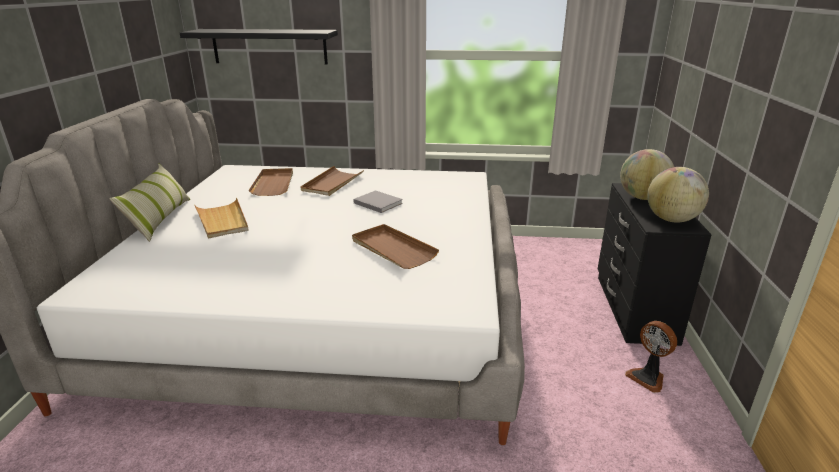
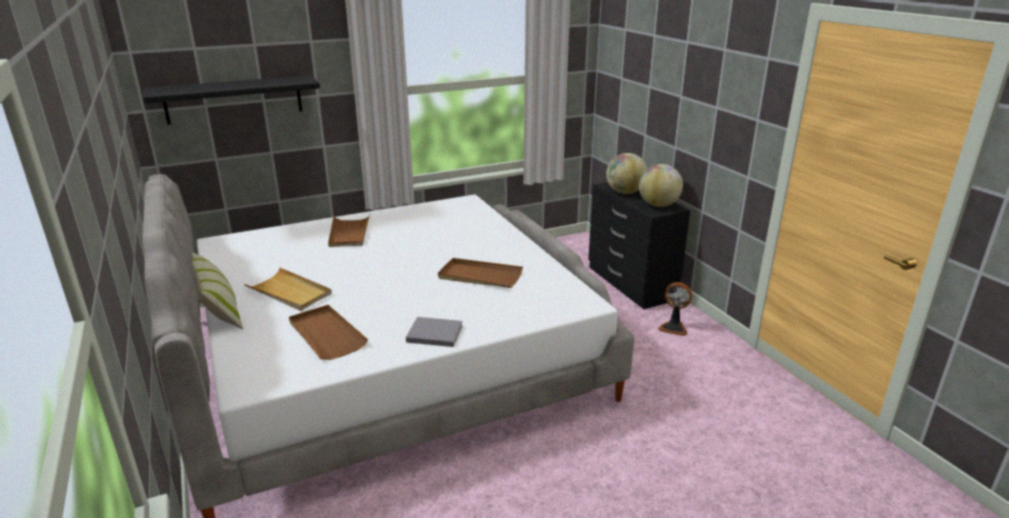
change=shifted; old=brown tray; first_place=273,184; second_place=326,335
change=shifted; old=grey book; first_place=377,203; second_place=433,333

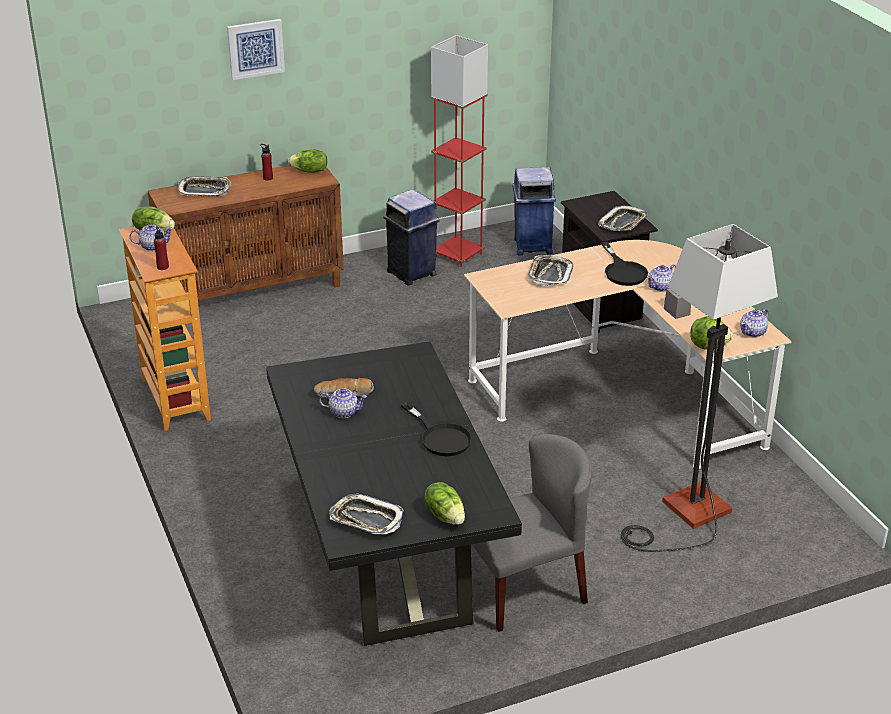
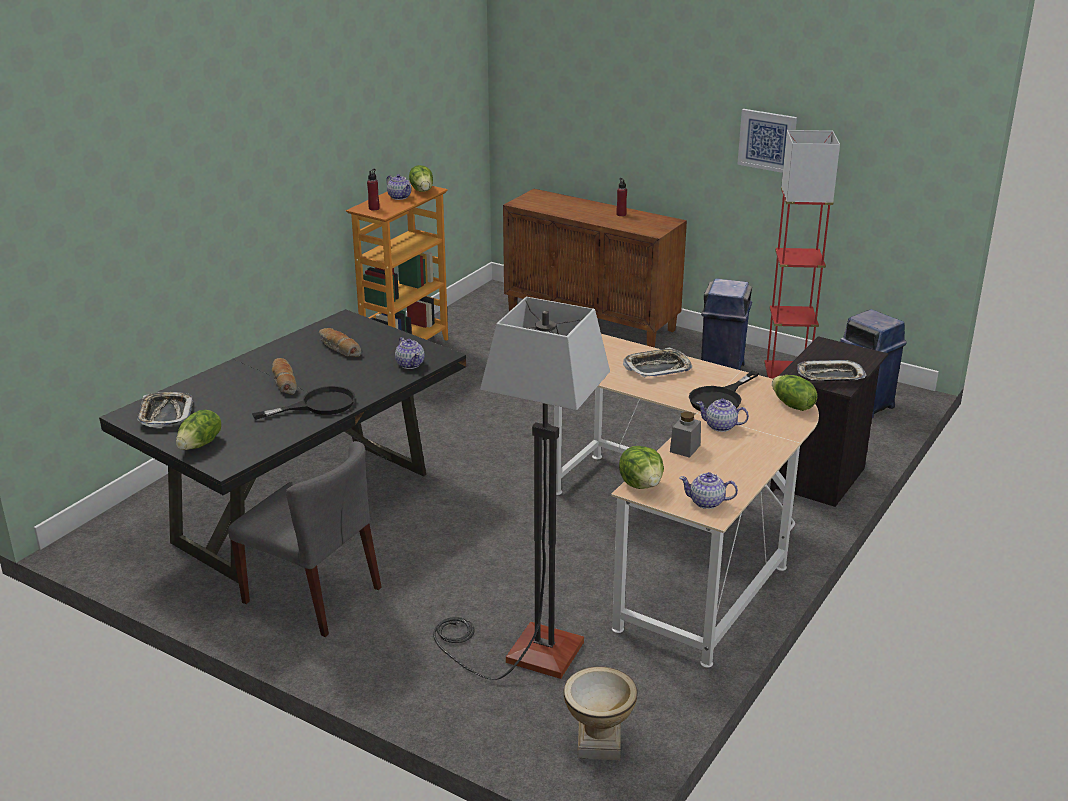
change=gone; old=tray; first_place=204,190
change=shifted; old=picture; first_place=255,48; second_place=767,140
change=shifted; old=lettuce; first_place=309,171; second_place=792,405
change=shifted; old=teapot; first_place=343,412; second_place=410,364
change=rotated; old=black frying pan; first_place=440,437; second_place=318,405; degrees=-135
change=new; new=bread; second_place=284,382
change=new; new=vase; second_place=598,744

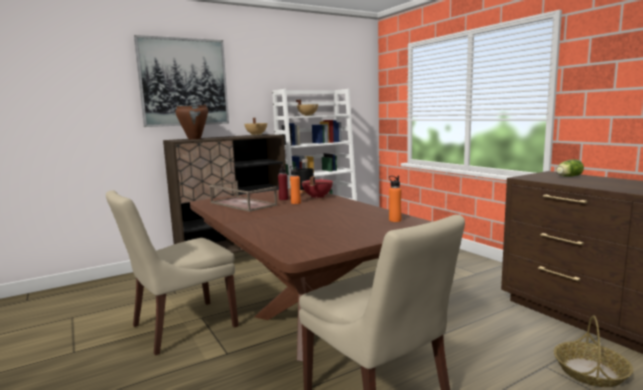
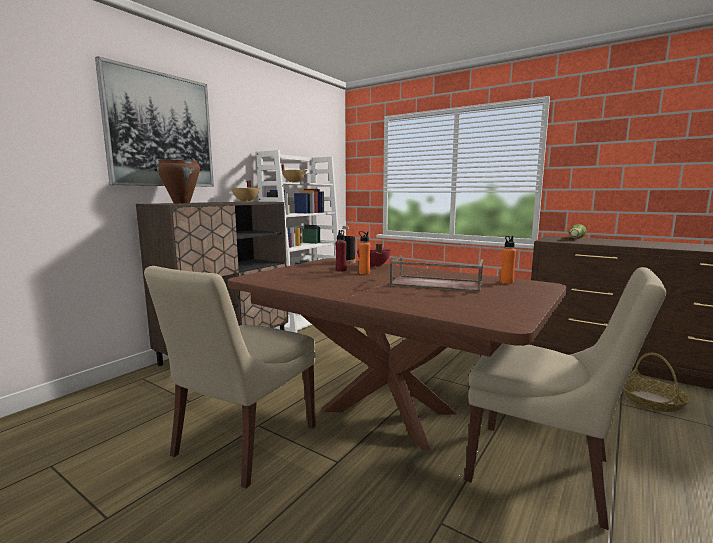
change=shifted; old=brown tray; first_place=242,204; second_place=435,284

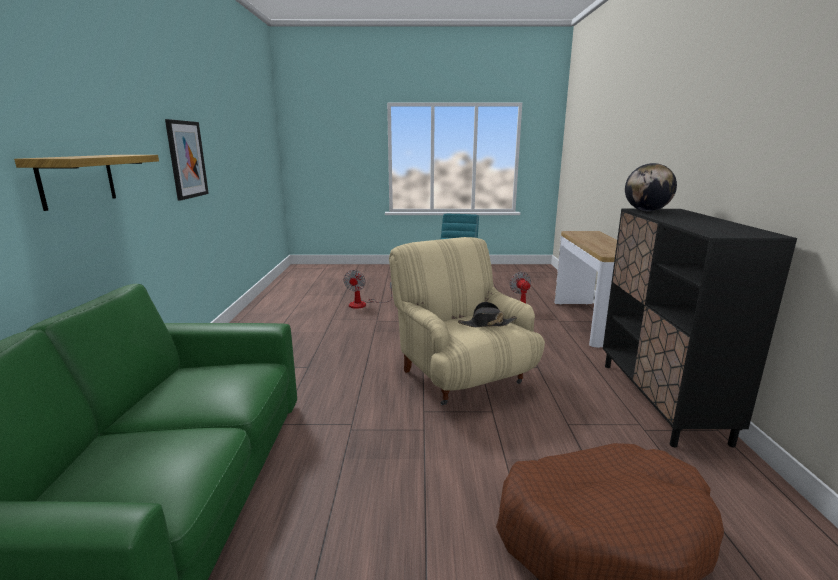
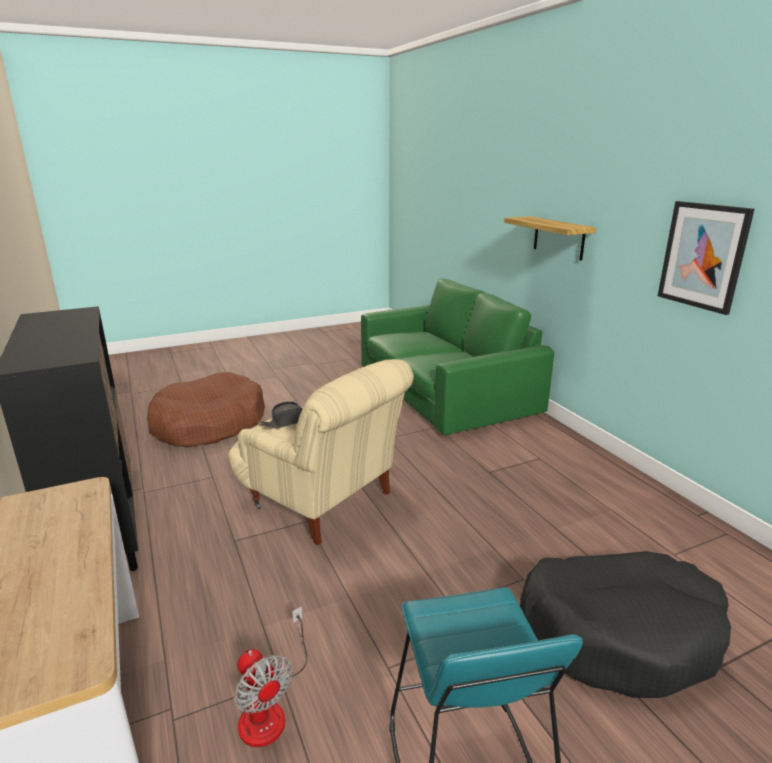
change=swapped; old=fan; new=black dog bed; first_place=363,304; second_place=618,633
change=gone; old=globe; first_place=646,211

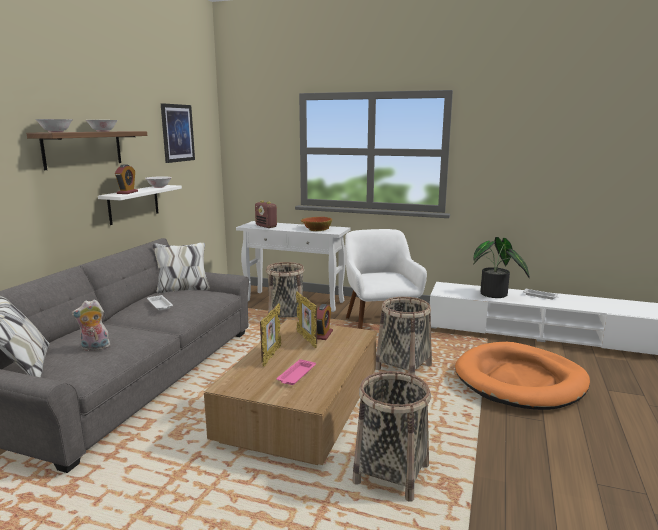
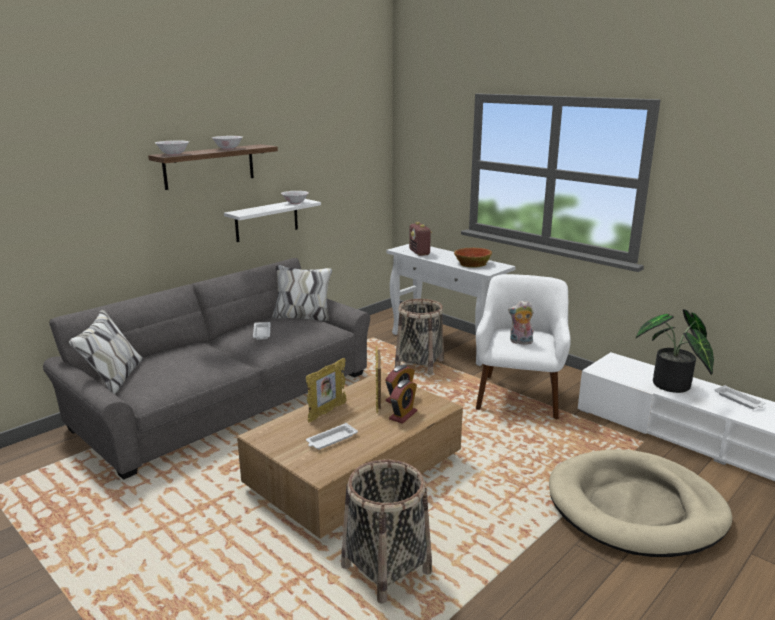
change=shifted; old=plush toy; first_place=94,348; second_place=520,342
change=shifted; old=alarm clock; first_place=127,192; second_place=403,415
change=gone; old=picture; first_place=177,133
change=repainted; old=pink tray; new=white tray; first_place=296,375; second_place=331,440
change=gone; old=basket; first_place=403,367
change=repainted; old=orange dog bed; new=beige dog bed; first_place=520,380; second_place=635,508

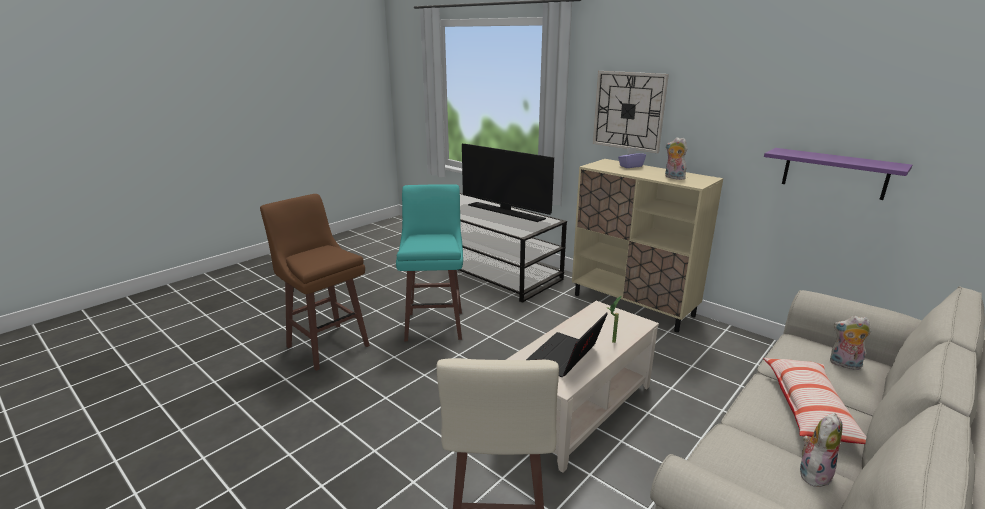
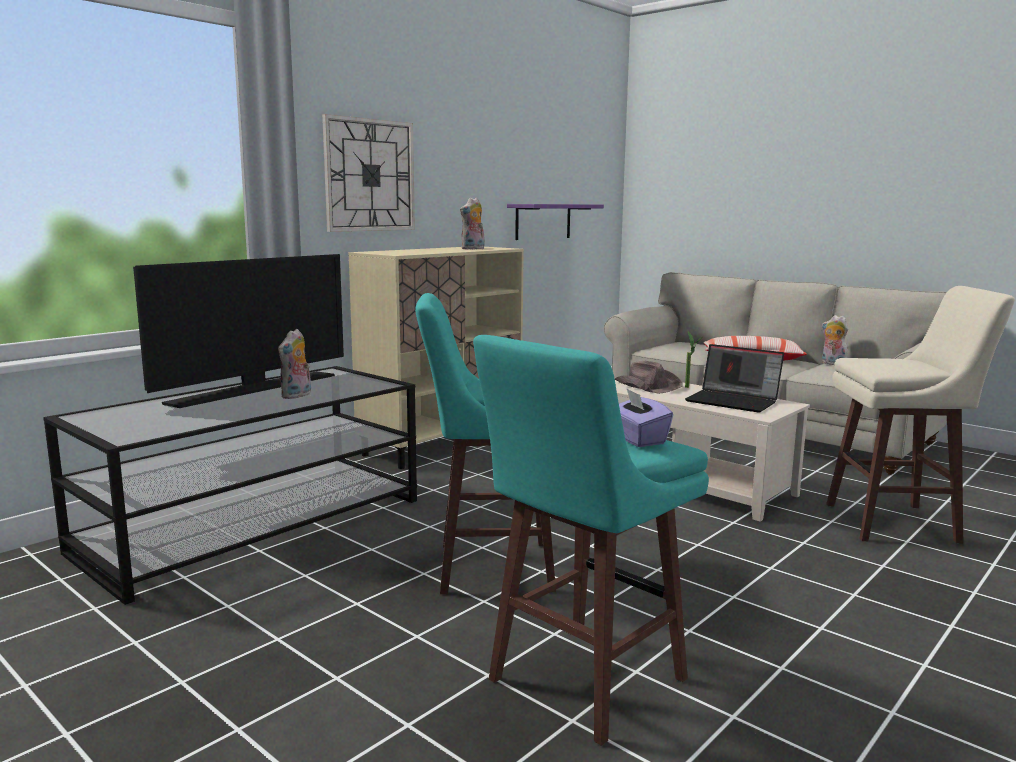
change=repainted; old=brown stool; new=turquoise stool; first_place=327,345; second_place=582,681
change=shifted; old=purple tissue box; first_place=630,166; second_place=636,439
change=shifted; old=plush toy; first_place=844,365; second_place=297,396
change=new; new=brown hat; second_place=647,386

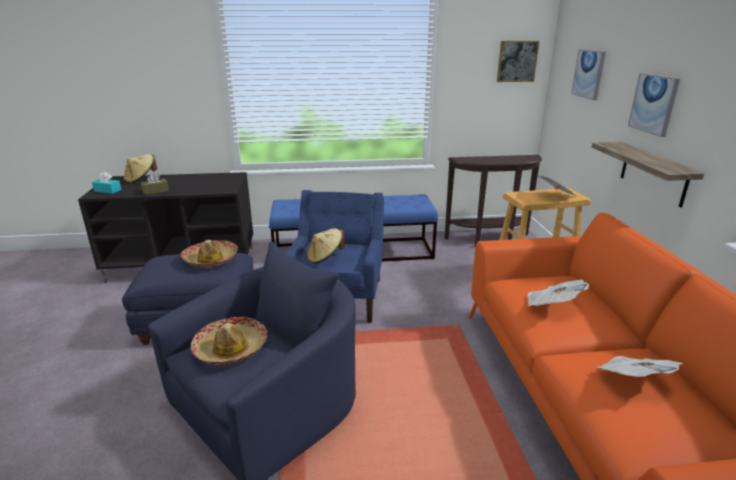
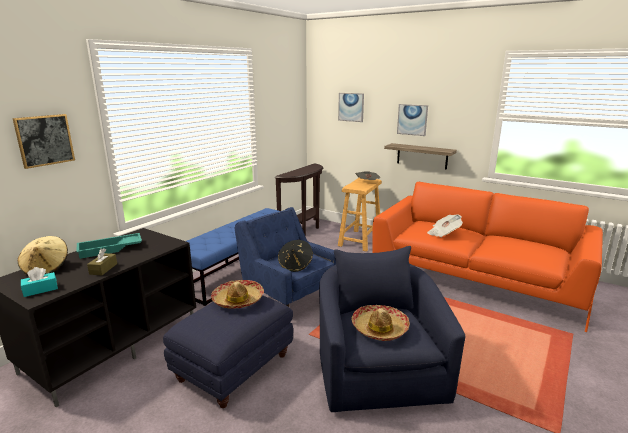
change=repainted; old=beige hat; new=black hat; first_place=325,258; second_place=295,265
change=shifted; old=picture; first_place=517,61; second_place=44,140
change=gone; old=newspaper; first_place=633,380
change=new; new=turquoise tray; second_place=110,249

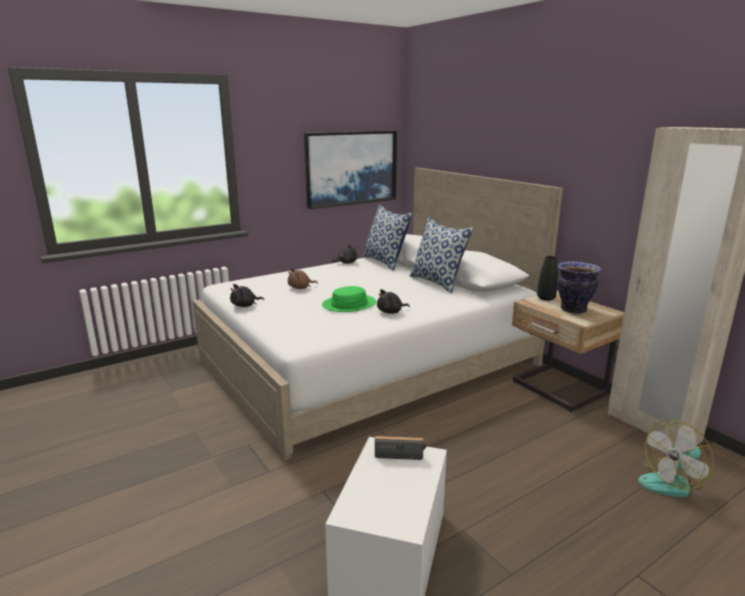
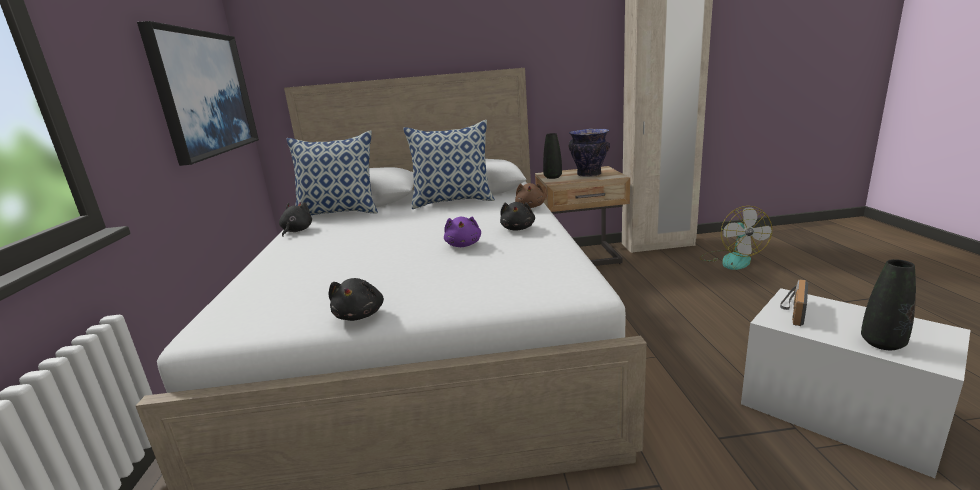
change=shifted; old=brown plush toy; first_place=300,288; second_place=530,206
change=swapped; old=green hat; new=purple plush toy; first_place=349,304; second_place=463,245
change=new; new=black vase; second_place=882,343

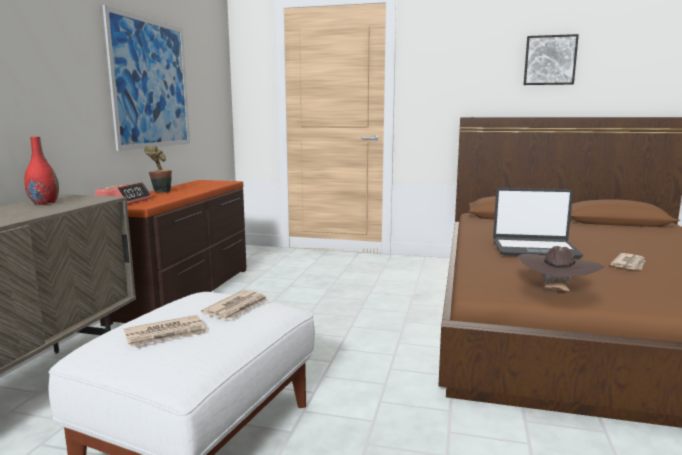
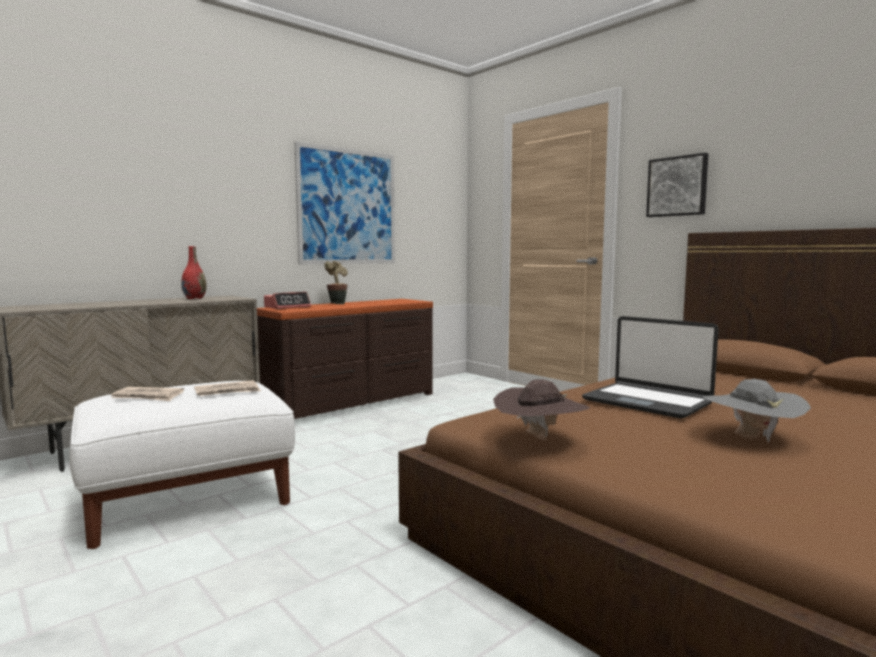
change=shifted; old=picture; first_place=549,60; second_place=677,186
change=swapped; old=newspaper; new=grey hat; first_place=629,264; second_place=751,439

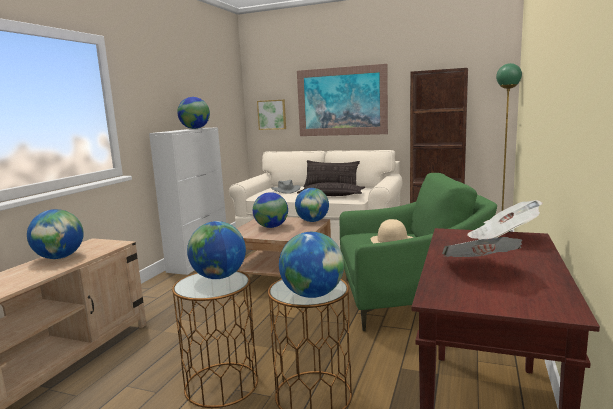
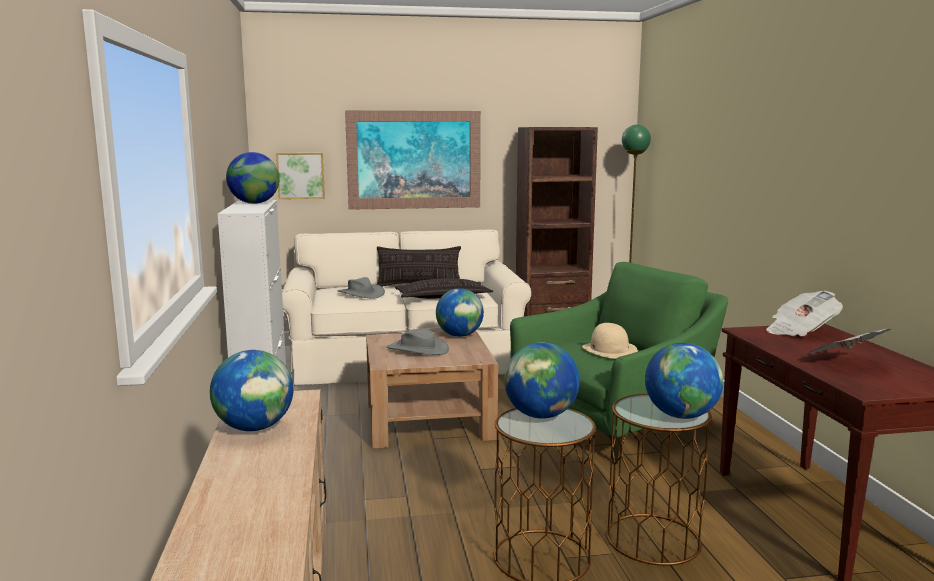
change=swapped; old=globe; new=grey hat; first_place=271,227; second_place=417,349

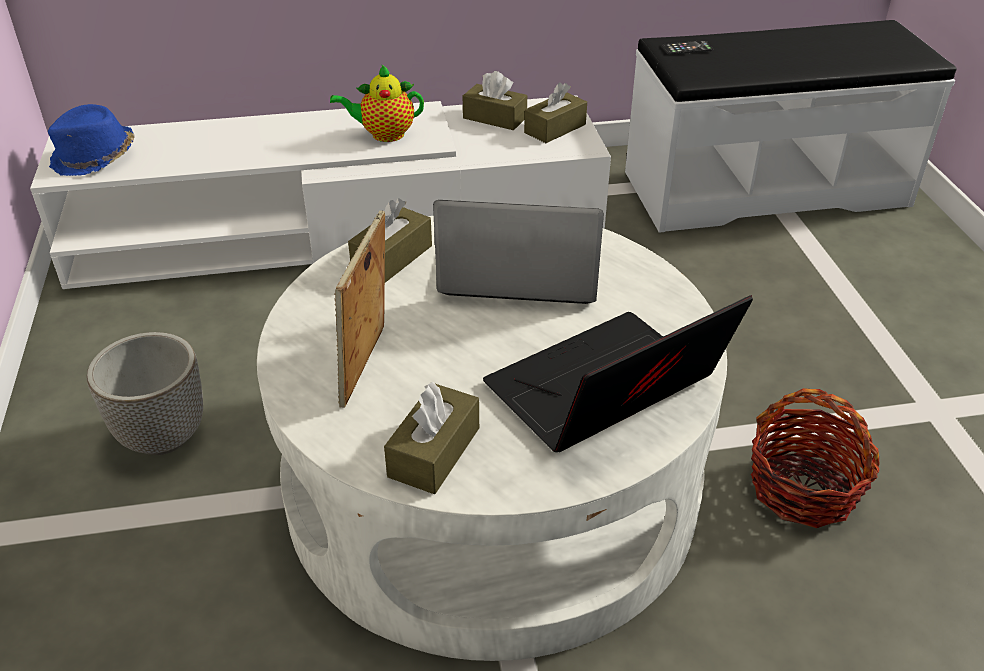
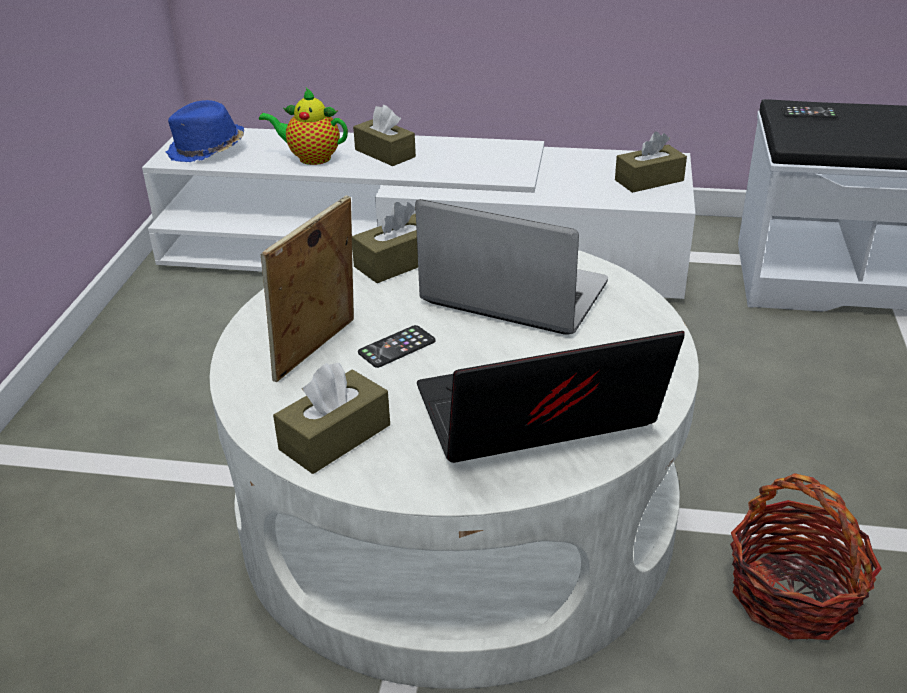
change=gone; old=planter; first_place=163,436
change=shifted; old=teapot; first_place=384,135; second_place=311,158
change=shifted; old=brown tissue box; first_place=494,118; second_place=385,153
change=new; new=phone; second_place=397,347

